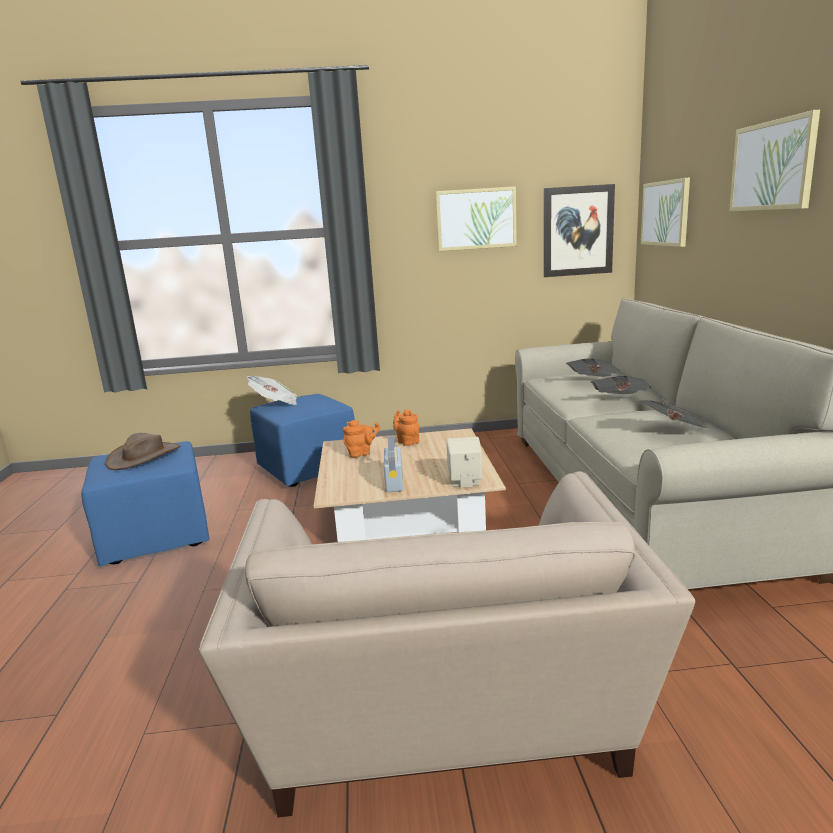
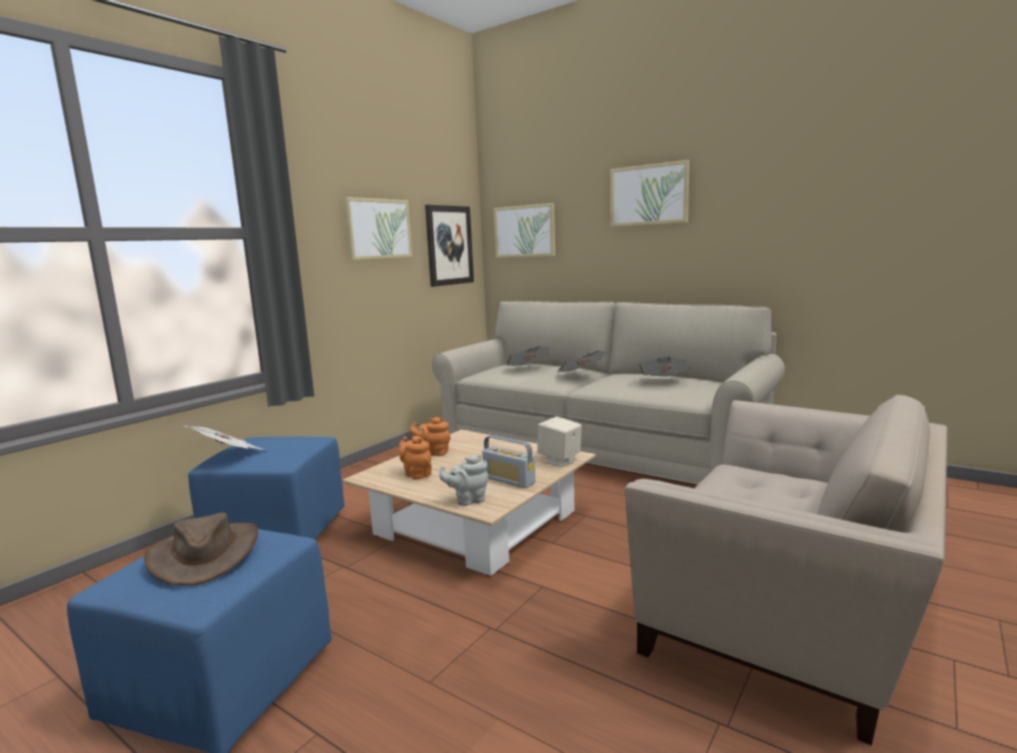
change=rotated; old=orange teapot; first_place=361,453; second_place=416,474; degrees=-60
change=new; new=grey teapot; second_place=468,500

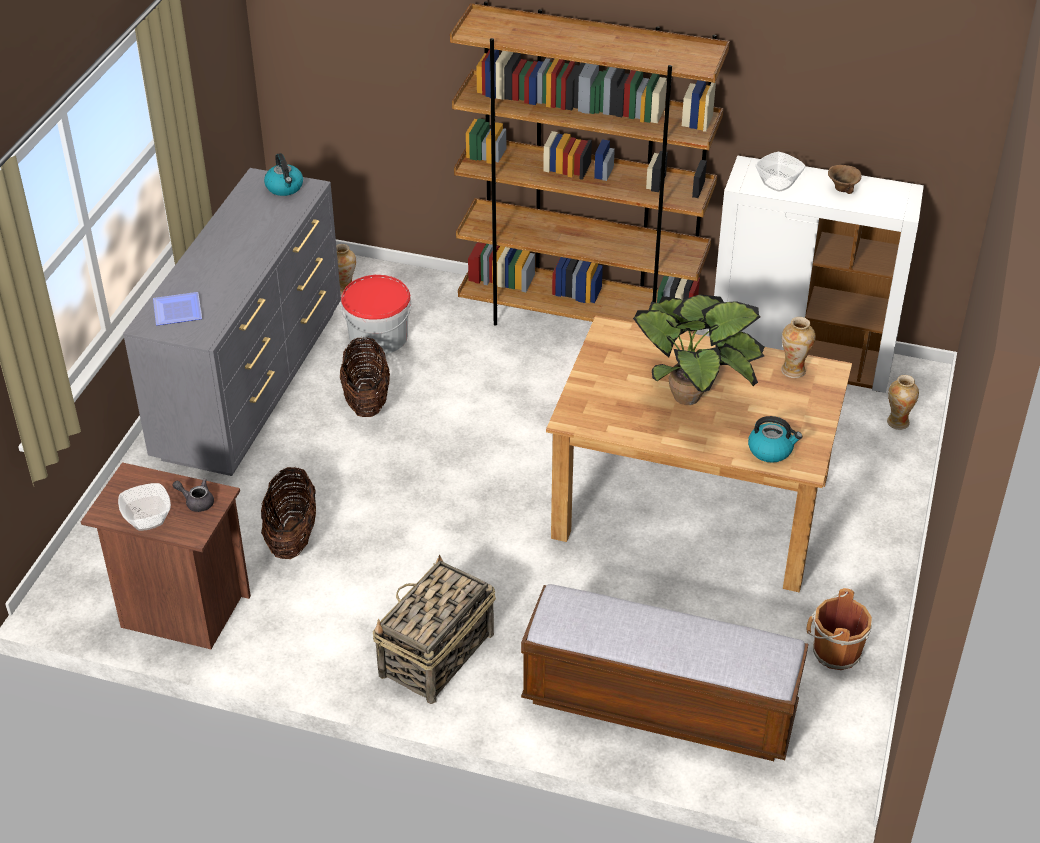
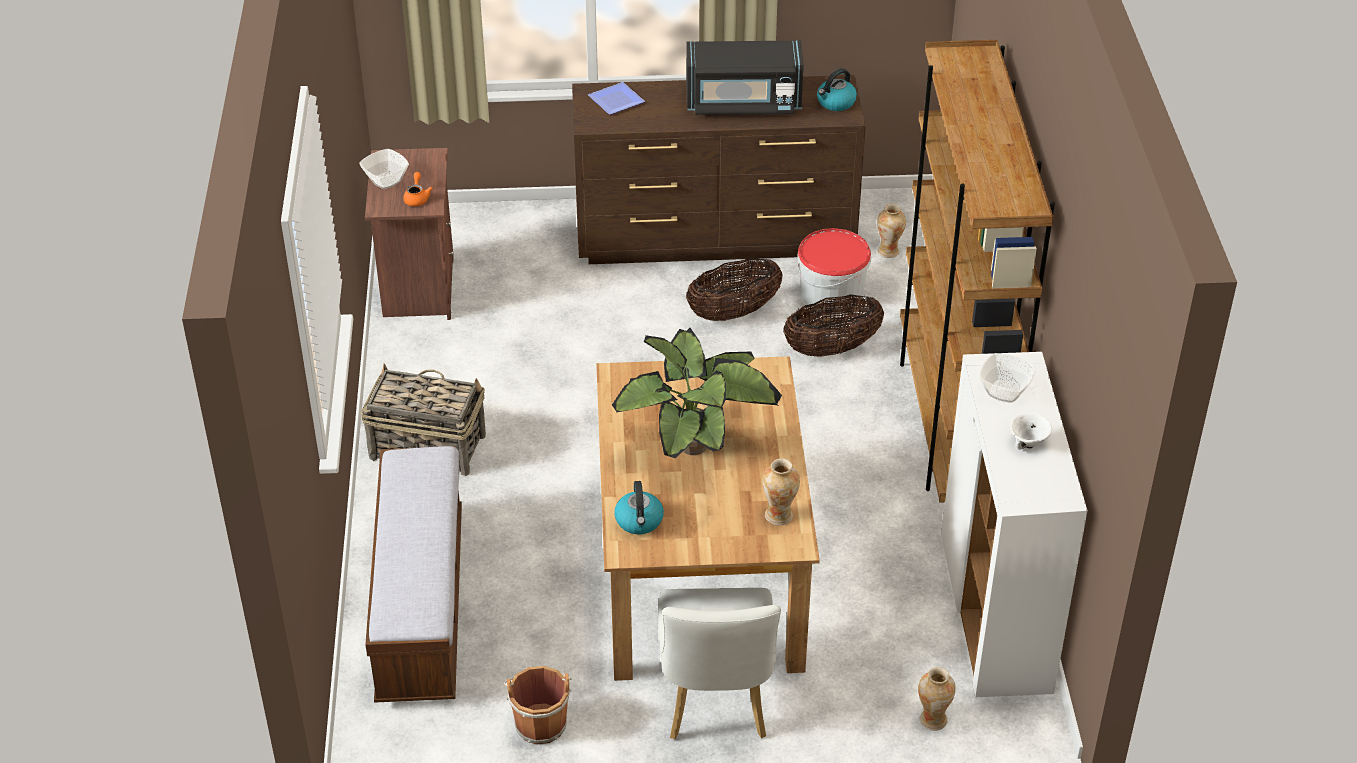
change=repainted; old=grey dresser; new=brown dresser; first_place=253,383; second_place=716,238
change=repainted; old=grey teapot; new=orange teapot; first_place=196,502; second_place=417,198
change=shifted; old=basket; first_place=292,536; second_place=832,348
change=repainted; old=brown bowl; new=white bowl; first_place=841,189; second_place=1029,443
change=new; new=white chair; second_place=716,705
change=new; new=black microwave; second_place=743,103

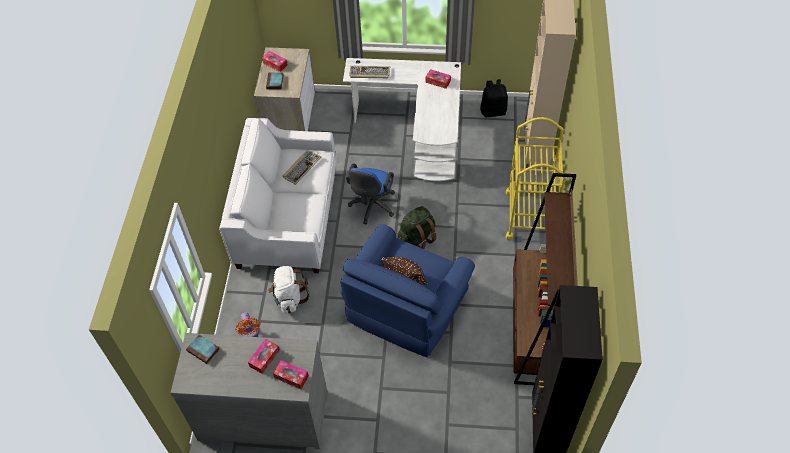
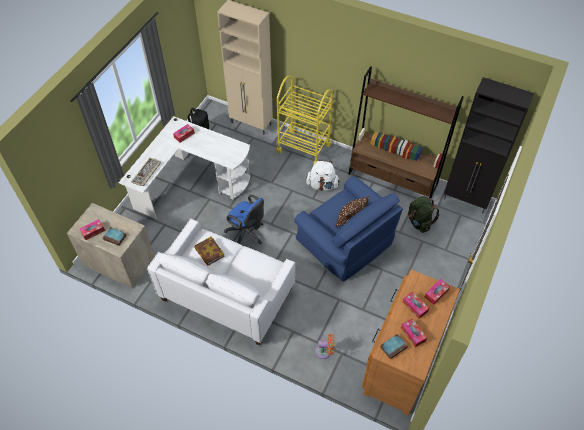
change=repainted; old=grey dresser; new=brown dresser; first_place=263,414; second_place=401,361
change=shifted; old=white backpack; first_place=289,298; second_place=322,185
change=swapped; old=keyboard; new=book; first_place=301,167; second_place=209,252
change=shifted; old=green backpack; first_place=417,238; second_place=419,222
change=new; new=tissue box; second_place=413,334

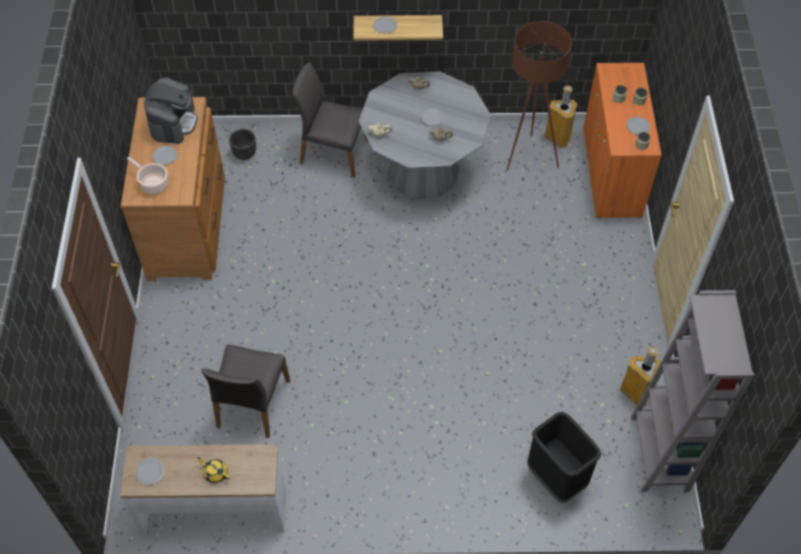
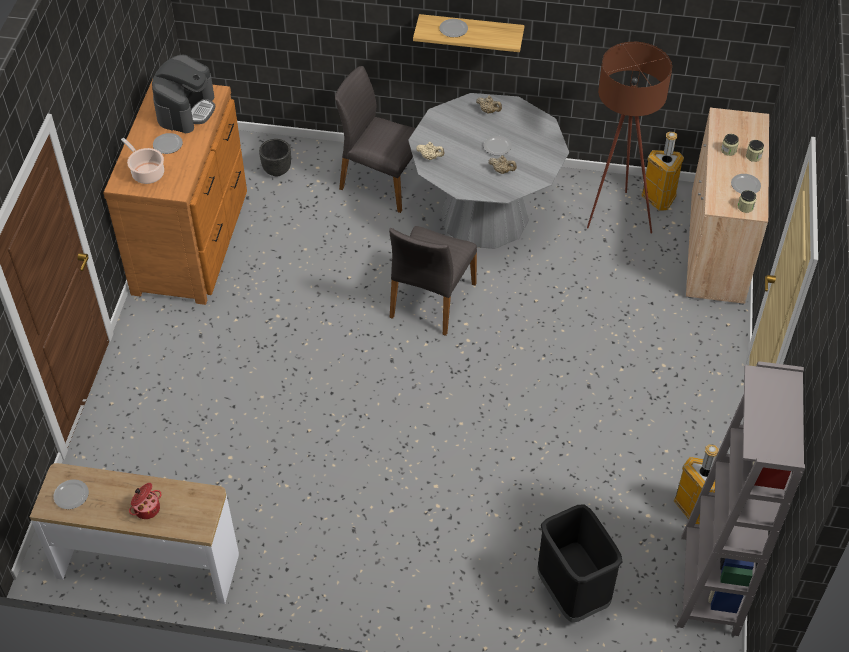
change=swapped; old=yellow teapot; new=cooking pot; first_place=215,473; second_place=146,508
change=shifted; old=grey chair; first_place=252,404; second_place=431,300
change=repainted; old=orange cabinet; new=beige cabinet; first_place=611,172; second_place=716,247

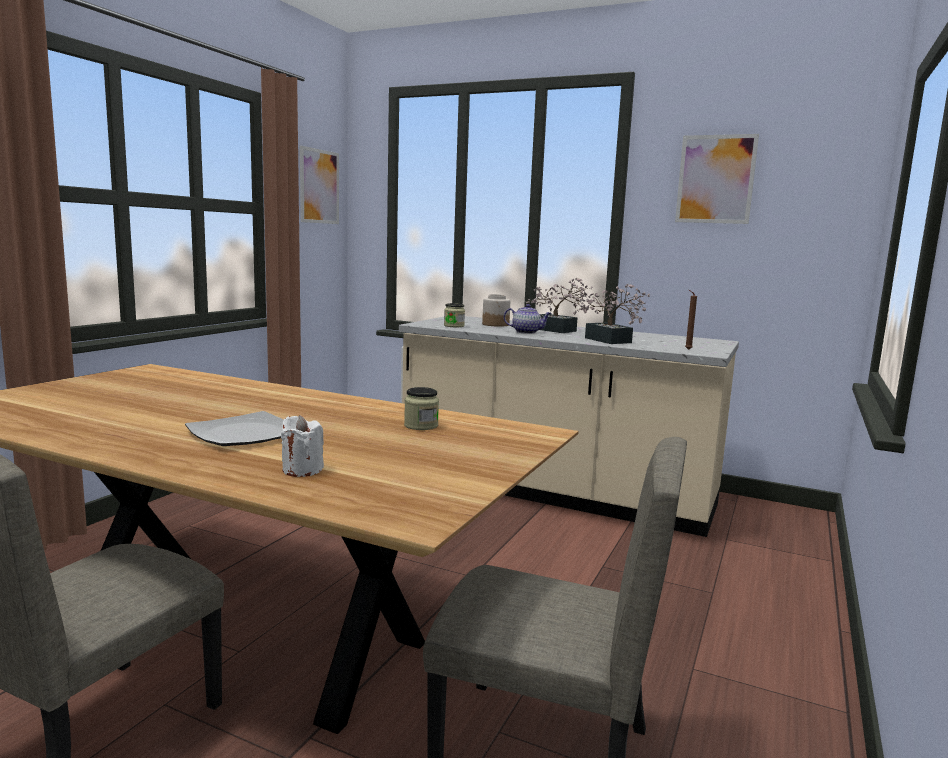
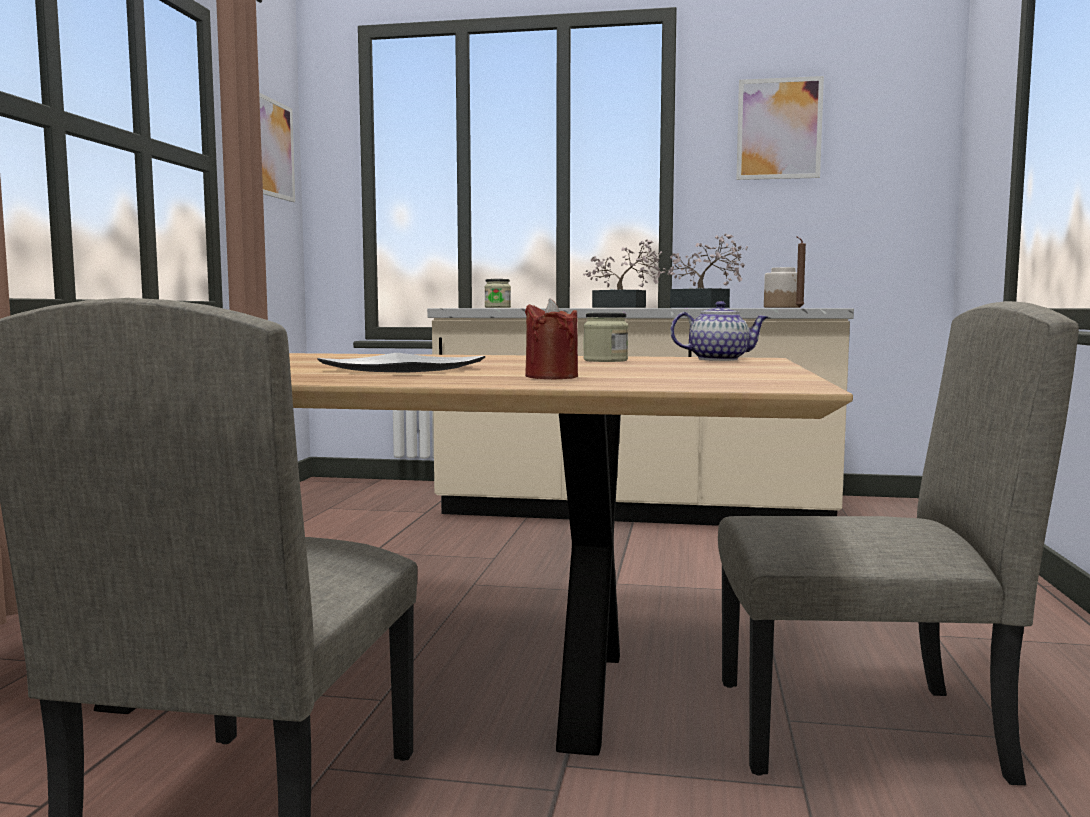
change=repainted; old=white candle; new=red candle; first_place=302,470; second_place=551,377
change=shifted; old=jar; first_place=496,324; second_place=782,307
change=shifted; old=teapot; first_place=527,332; second_place=719,359

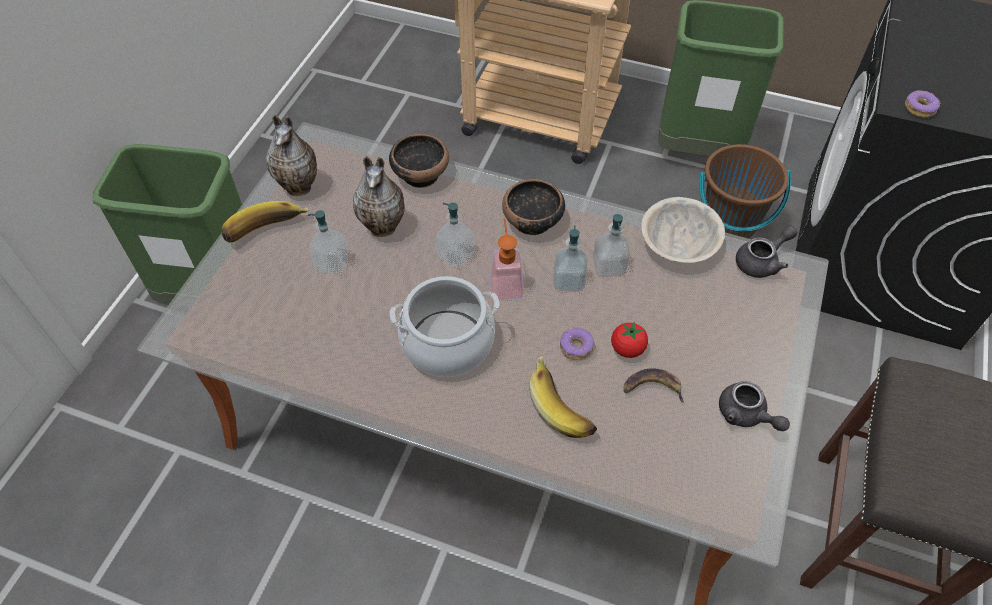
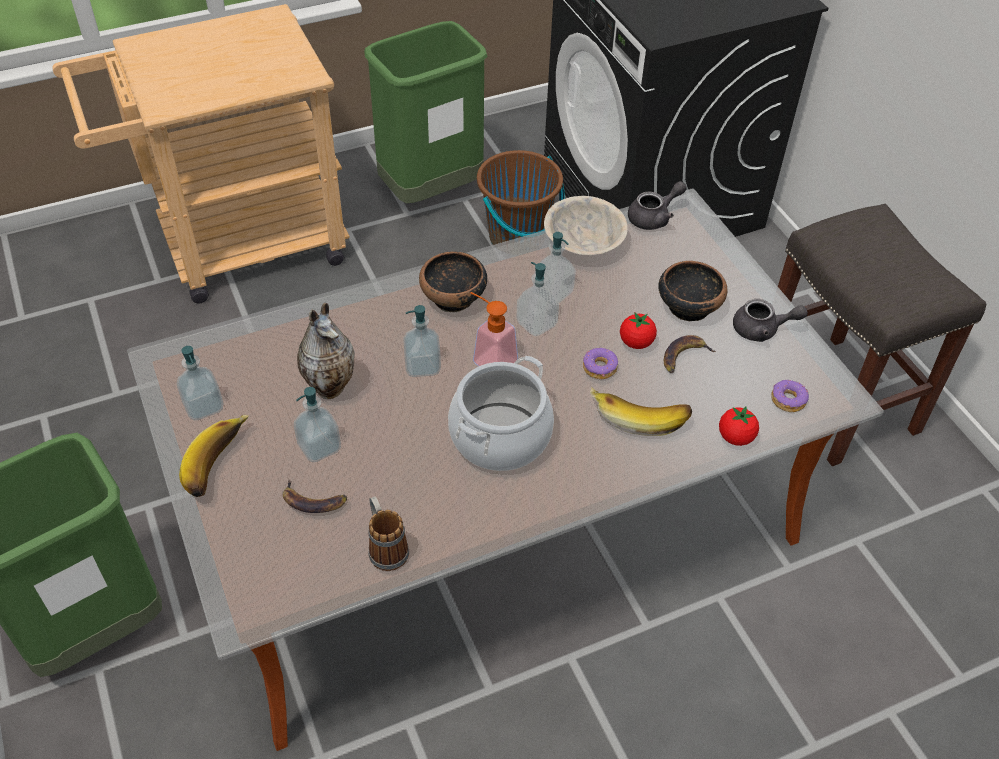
change=swapped; old=vase; new=soap dispenser; first_place=300,187; second_place=203,406
change=shifted; old=bowl; first_place=421,174; second_place=688,306
change=rotated; old=grey teapot; first_place=762,262; second_place=654,217; degrees=45
change=shifted; old=donut; first_place=919,108; second_place=788,400
change=new; new=banana; second_place=313,501
change=new; new=mug; second_place=385,547
change=new; new=tomato; second_place=735,437

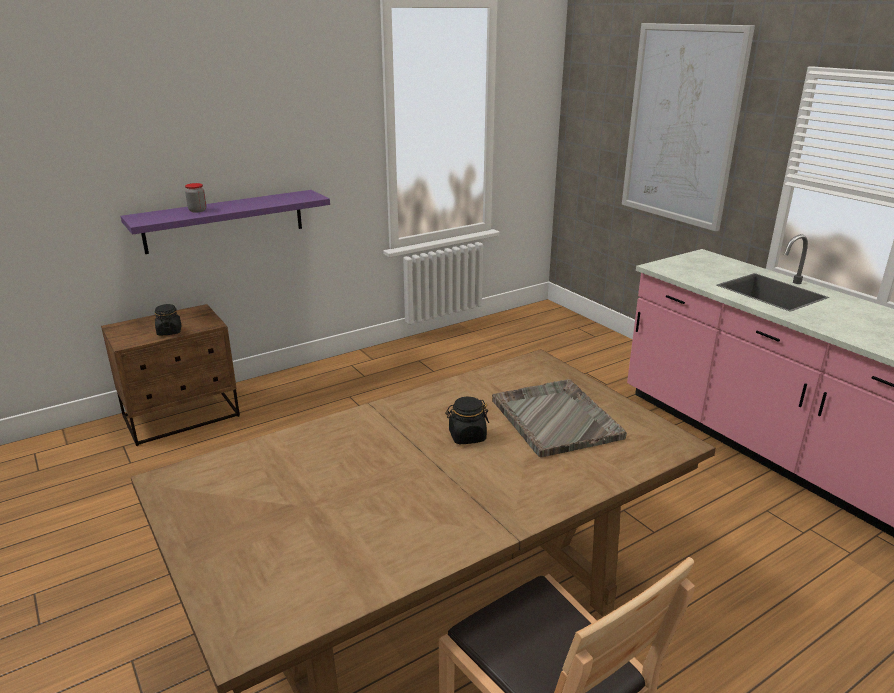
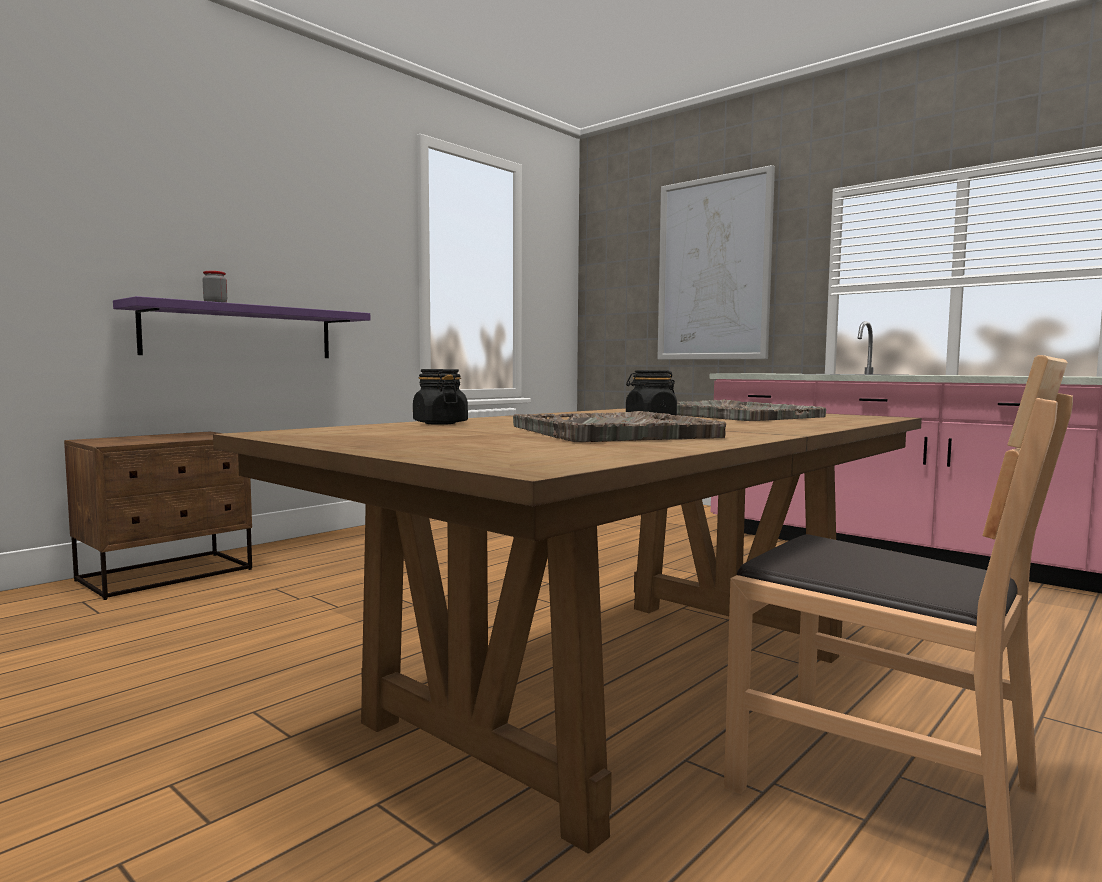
change=shifted; old=black jar; first_place=169,331; second_place=440,423
change=new; new=grey tray; second_place=611,432

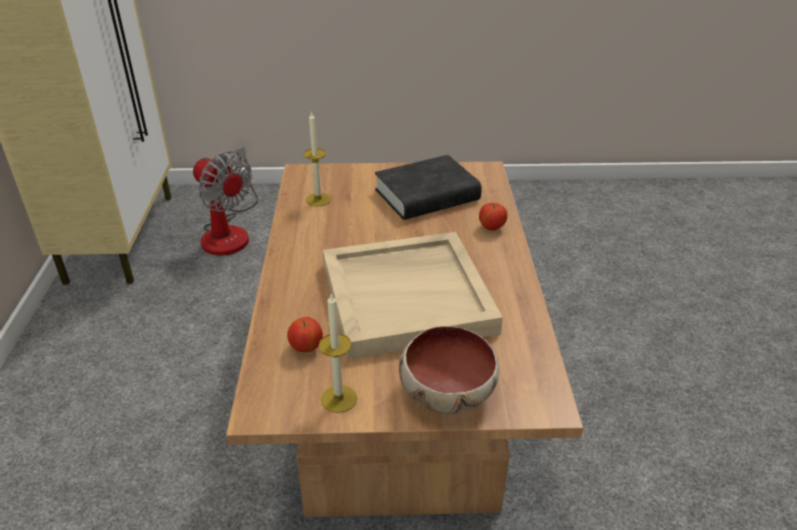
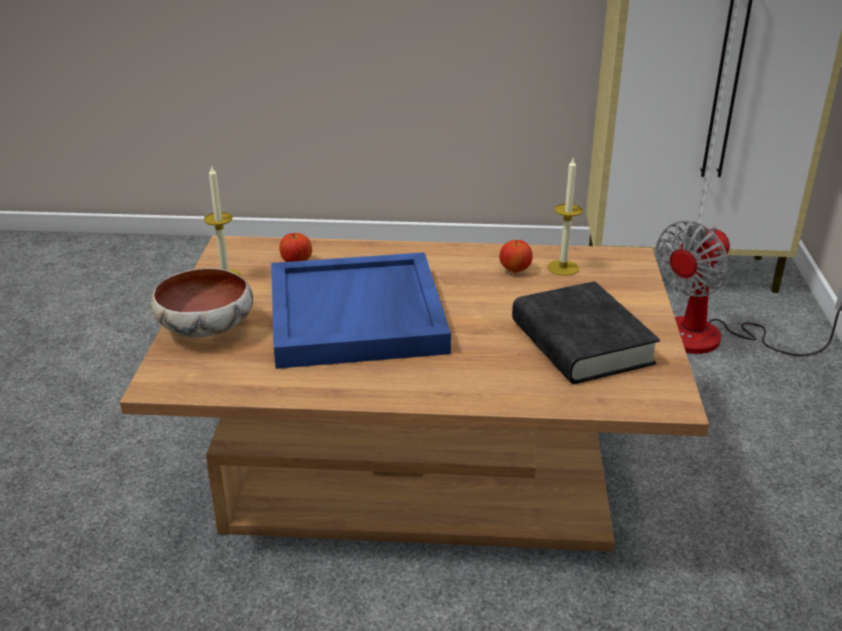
change=repainted; old=beige tray; new=blue tray; first_place=408,296; second_place=358,316
change=shifted; old=apple; first_place=492,228; second_place=515,270

